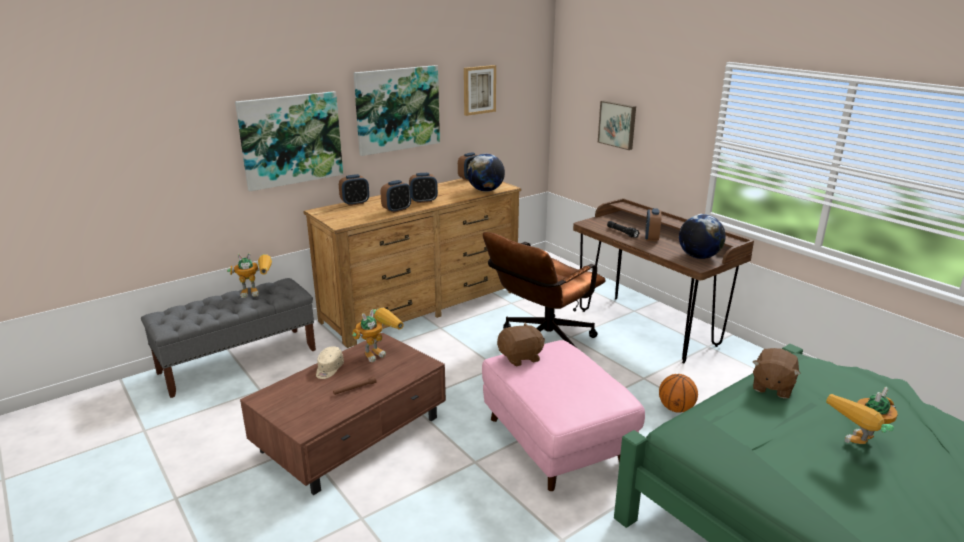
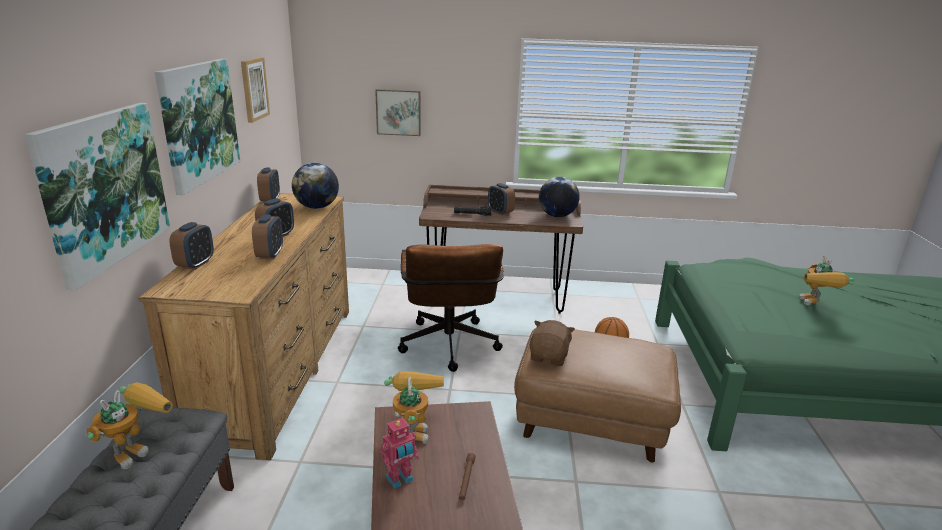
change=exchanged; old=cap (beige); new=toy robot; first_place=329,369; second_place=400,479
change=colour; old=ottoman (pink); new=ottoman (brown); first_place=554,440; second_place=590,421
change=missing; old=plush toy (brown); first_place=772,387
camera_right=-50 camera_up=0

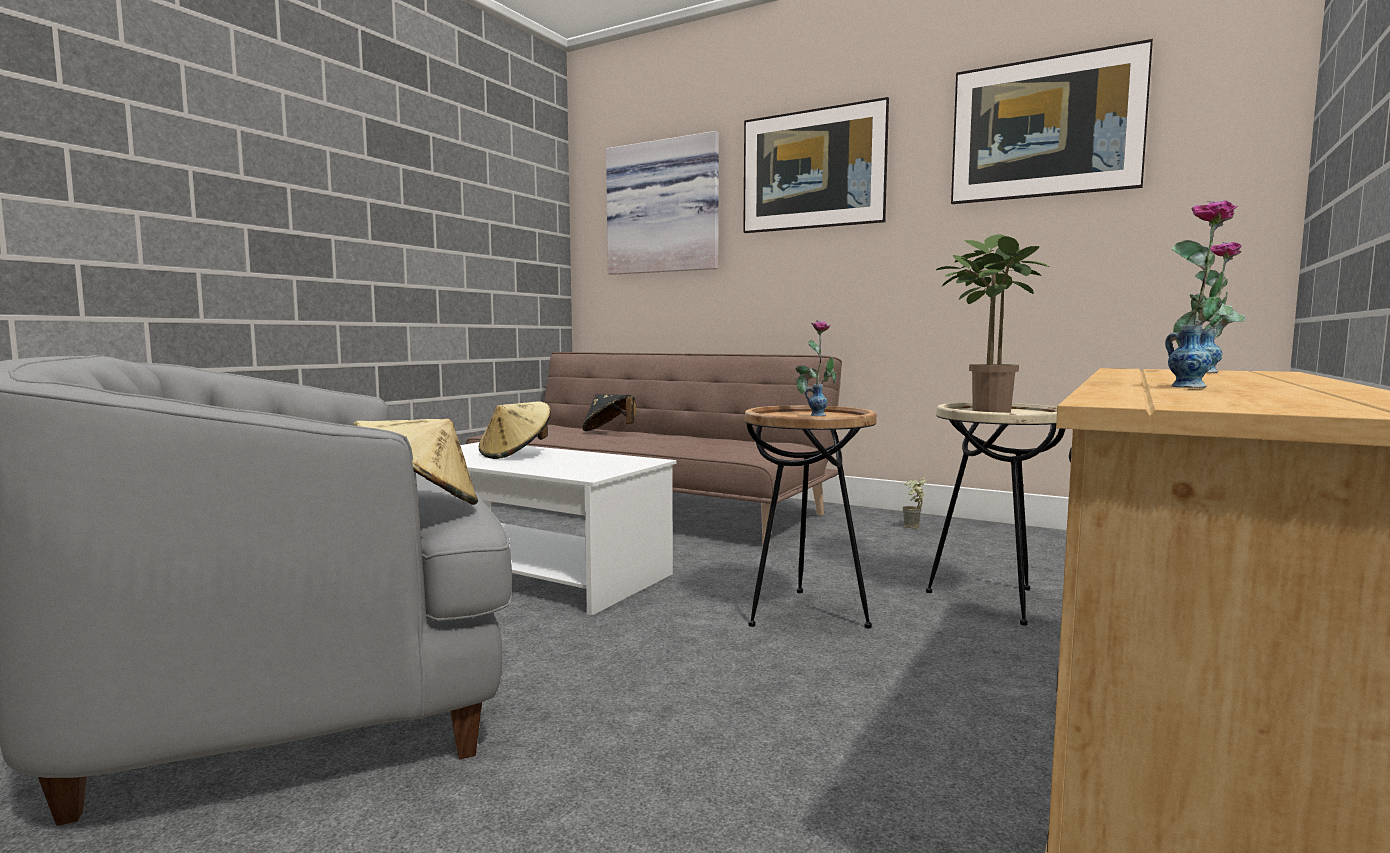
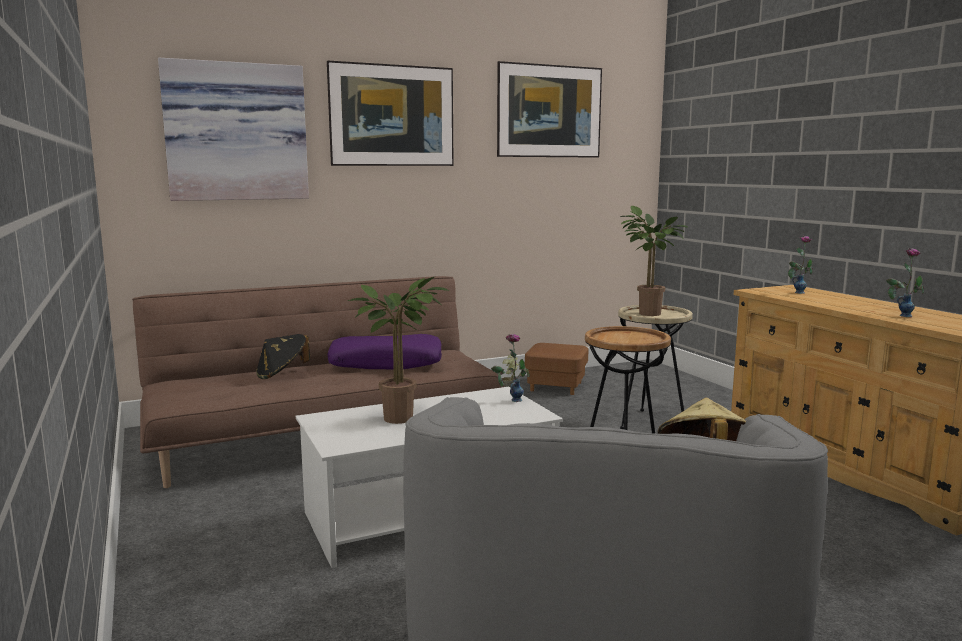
change=appeared; new=pillow (purple); second_place=386,363
change=exchanged; old=hat (beige); new=potted plant; first_place=516,454; second_place=403,417
change=relocated; old=vase; first_place=814,414; second_place=509,399
change=appeared; new=ottoman (brown); second_place=556,387
camera_right=-55 camera_up=5

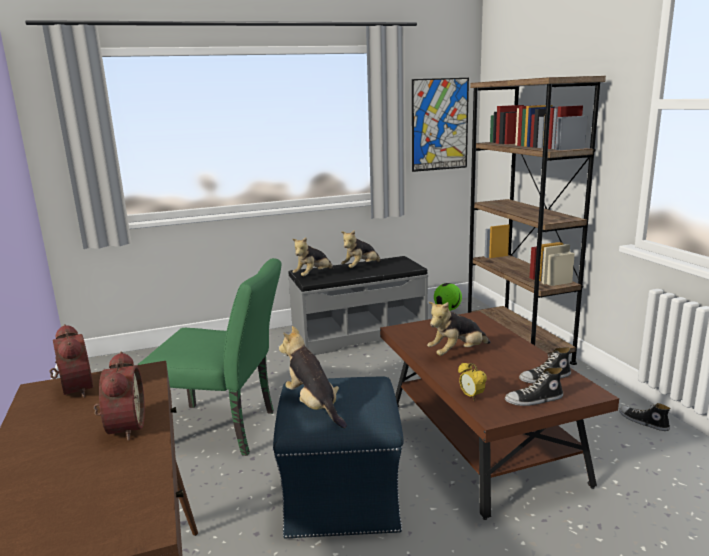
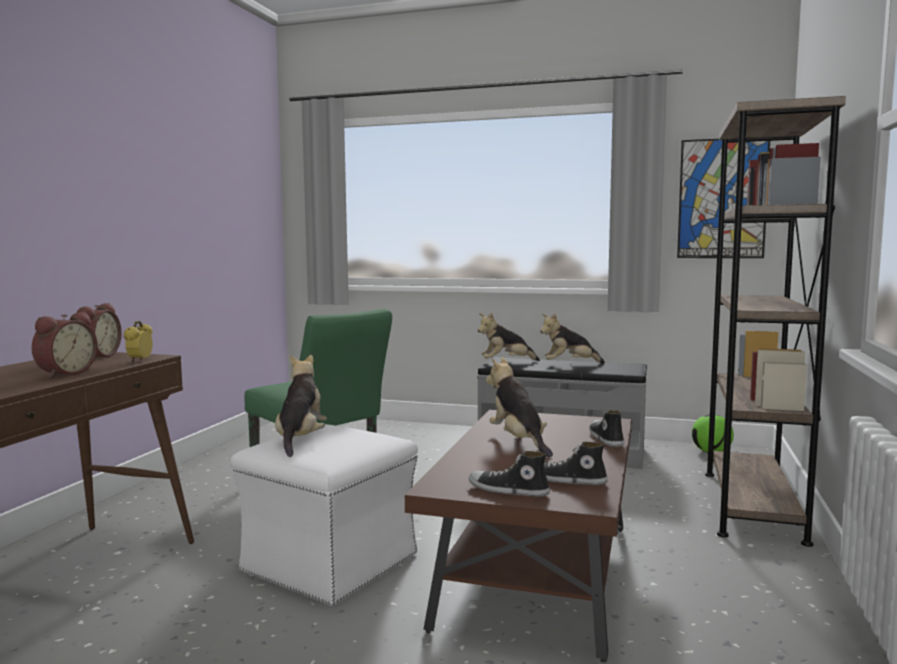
change=relocated; old=alarm clock; first_place=471,396; second_place=140,361
change=colour; old=ottoman (blue); new=ottoman (white); first_place=342,498; second_place=329,564
change=spun; old=plush toy; first_place=457,353; second_place=518,441; degrees=60
change=relocated; old=shoe; first_place=643,422; second_place=605,439
camera_right=35 camera_up=-10

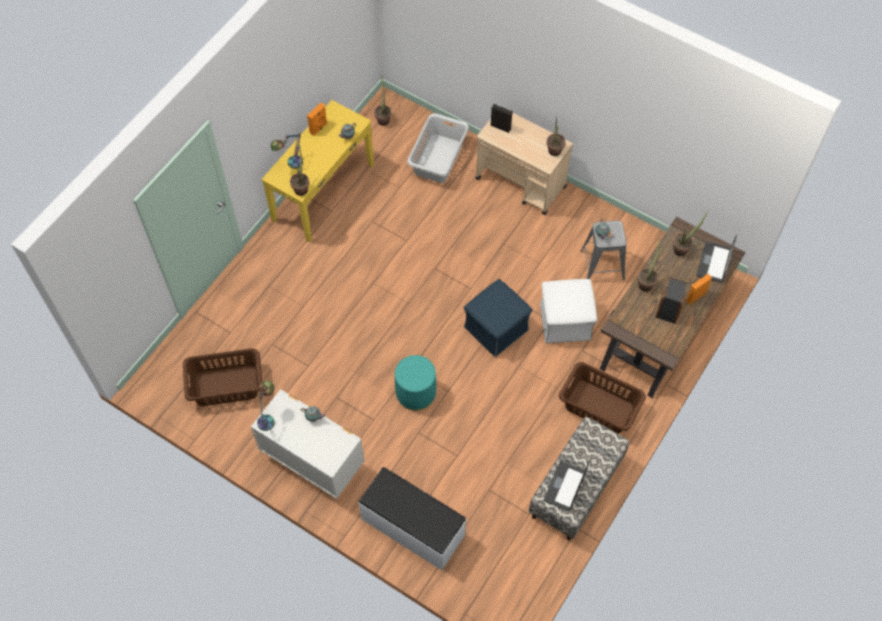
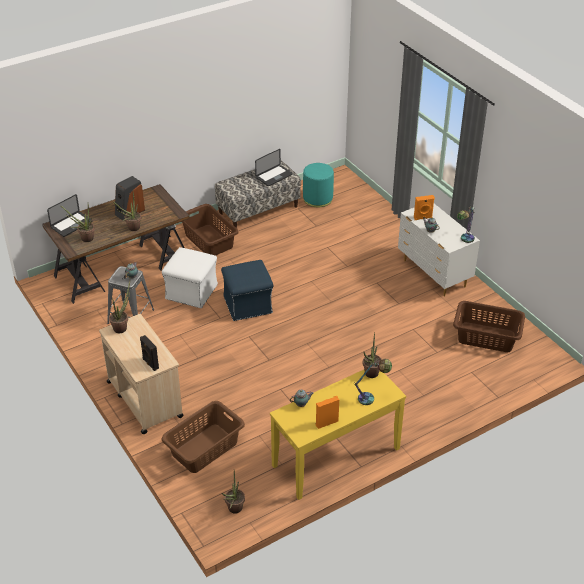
change=colour; old=laundry basket (grey); new=laundry basket (brown); first_place=439,158; second_place=204,448
change=relocated; old=ottoman (turquoise); first_place=416,392; second_place=317,199
change=relocated; old=speaker (orange); first_place=695,296; second_place=423,218
change=missing; old=bench (white); first_place=412,528
camera_right=-155 camera_up=-20

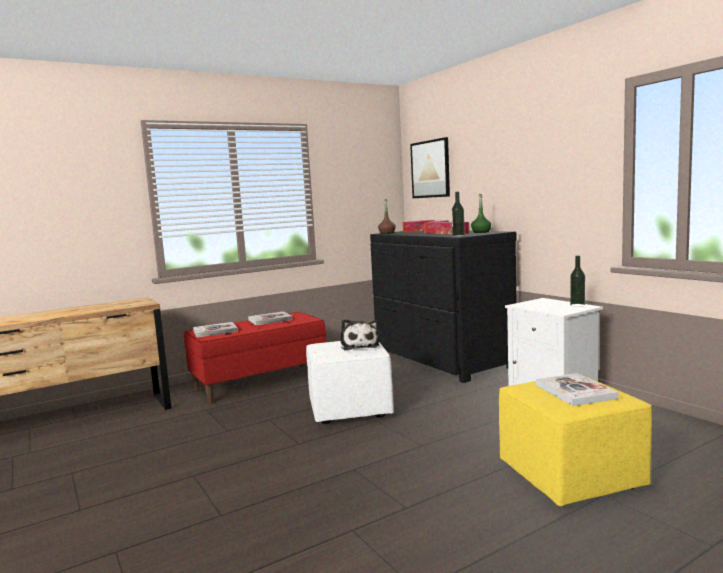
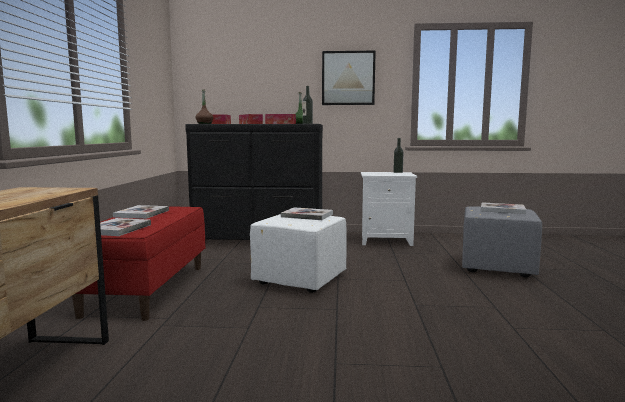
change=exchanged; old=plush toy; new=book; first_place=359,346; second_place=307,215
change=relocated; old=picture; first_place=430,169; second_place=348,78
change=colour; old=ottoman (yellow); new=ottoman (grey); first_place=572,478; second_place=497,267
camera_right=-55 camera_up=0

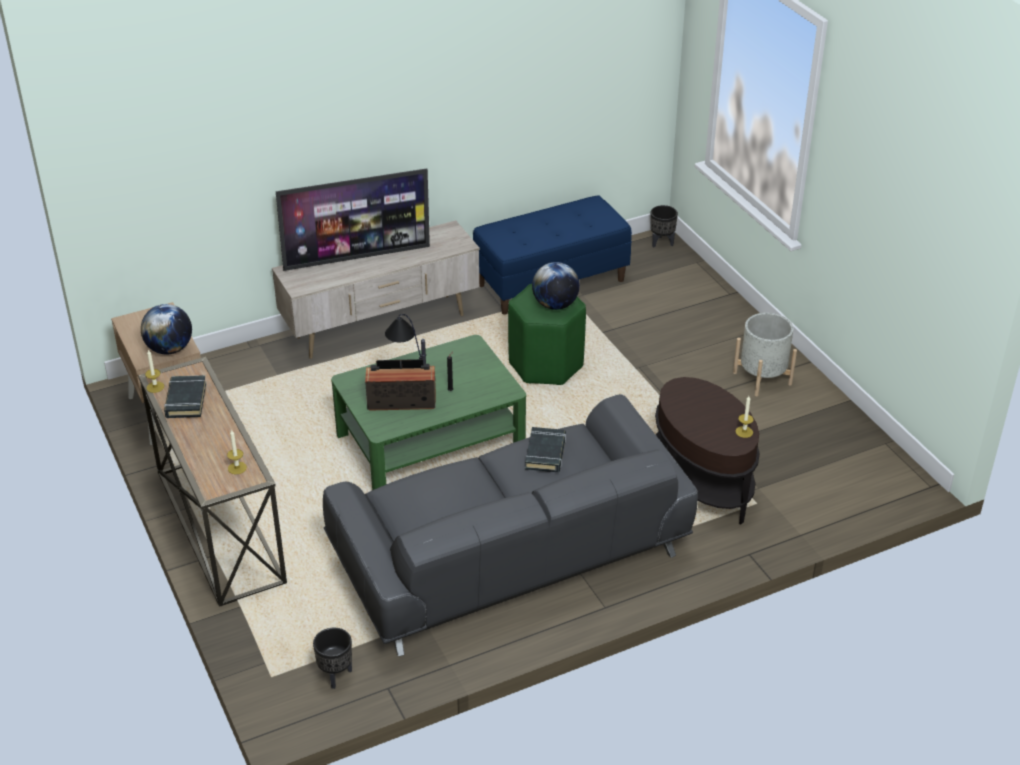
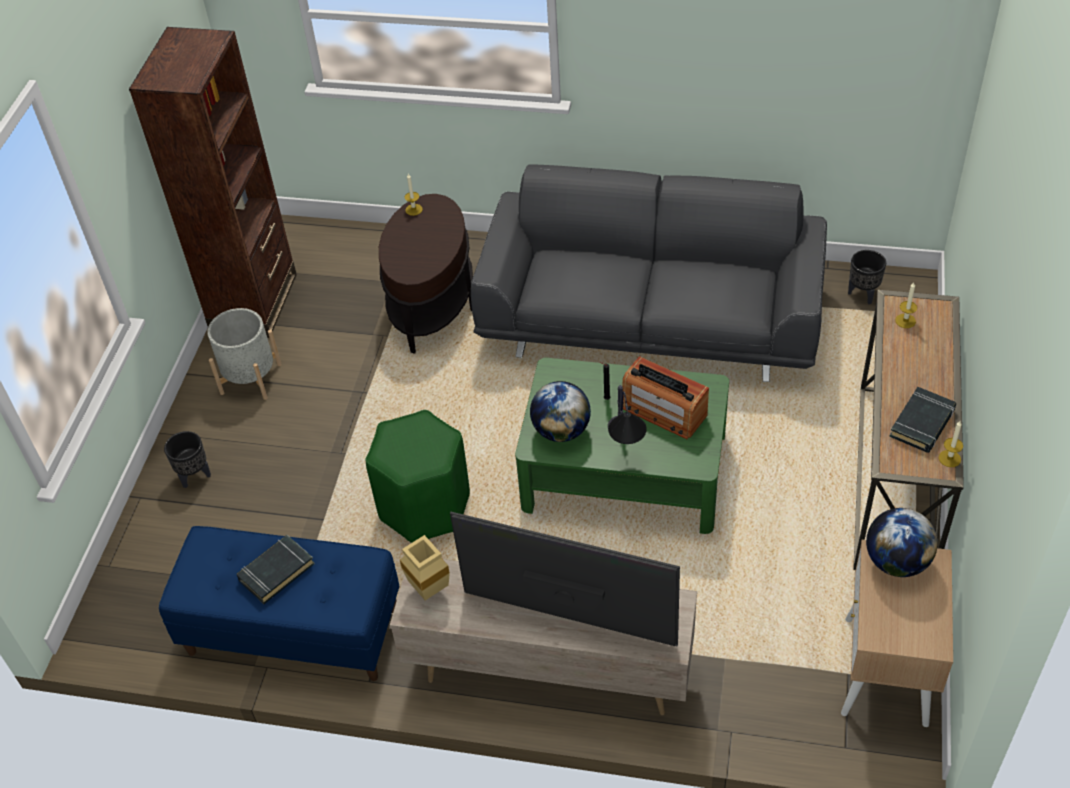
change=appeared; new=bookcase (brown); second_place=254,302
change=relocated; old=planter (black); first_place=661,242; second_place=194,476
change=relocated; old=book (black); first_place=545,453; second_place=276,572
change=appeared; new=vase (beige); second_place=431,590
change=relocated; old=globe; first_place=555,305; second_place=561,431
camera_right=-140 camera_up=10

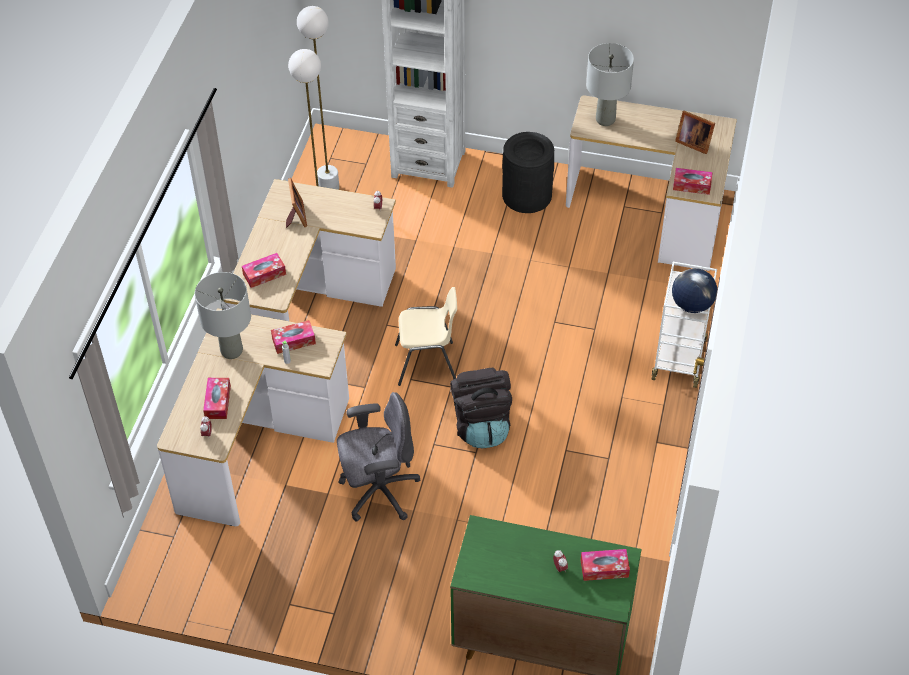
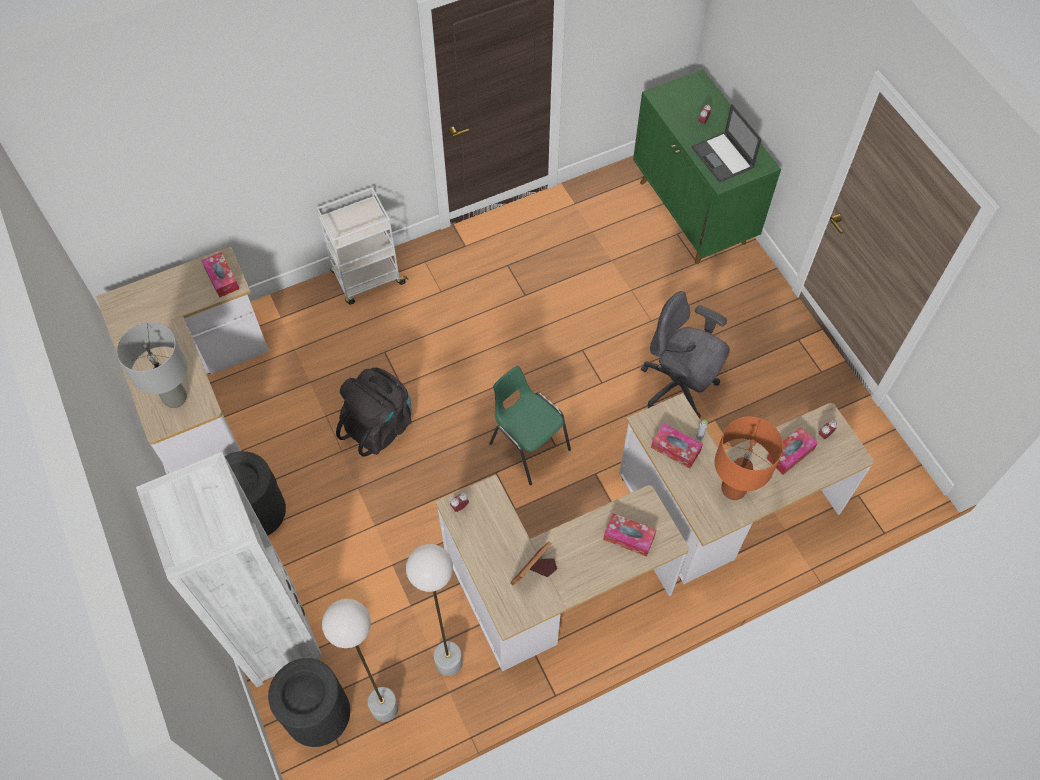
change=appeared; new=trash can (black); second_place=317,713
change=relocated; old=backpack (black); first_place=481,425; second_place=380,425
change=colour; old=chair (beige); new=chair (green); first_place=427,363; second_place=528,445
change=appeared; new=laptop; second_place=723,158
change=colour; old=table lamp (grey); new=table lamp (orange); first_place=231,350; second_place=733,489
change=missing; old=tissue box; first_place=604,568
change=missing; old=globe; first_place=691,305
change=missing; old=picture frame; first_place=693,142
camera_right=-130 camera_up=10

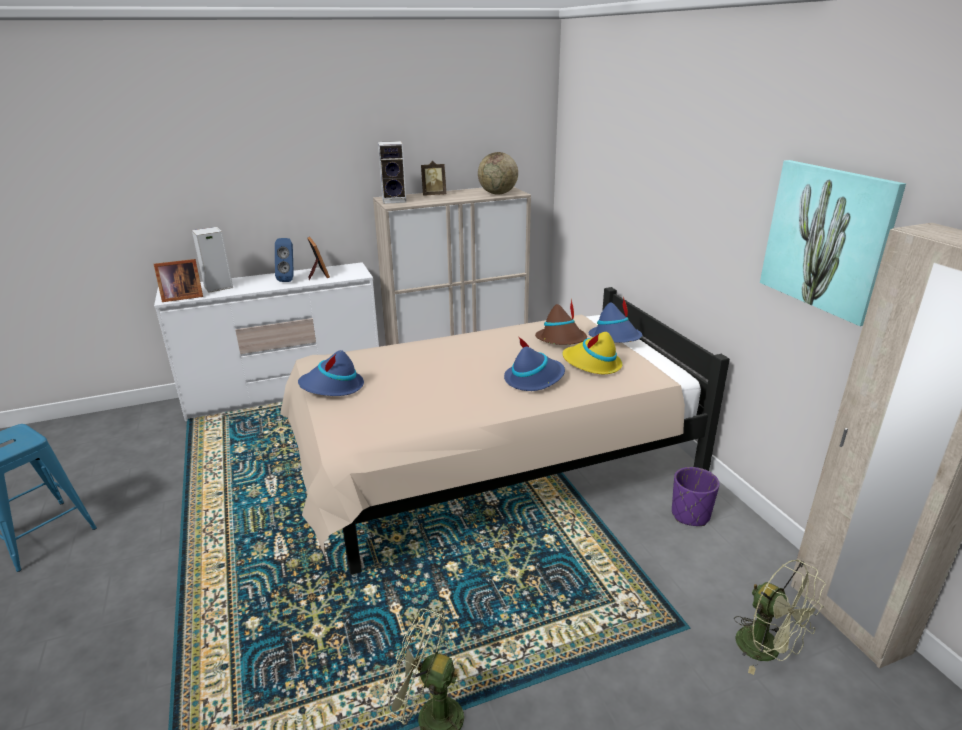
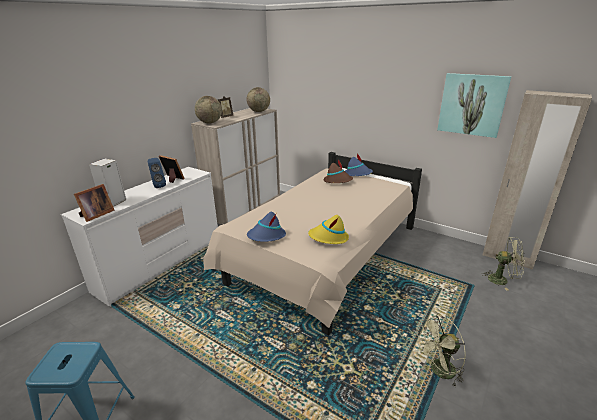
change=exchanged; old=speaker; new=globe; first_place=395,200; second_place=210,123
change=relocated; old=hat (yellow); first_place=591,364; second_place=328,238
change=missing; old=hat (blue); first_place=534,379
change=missing; old=planter (purple); first_place=690,515
camera_right=-35 camera_up=0

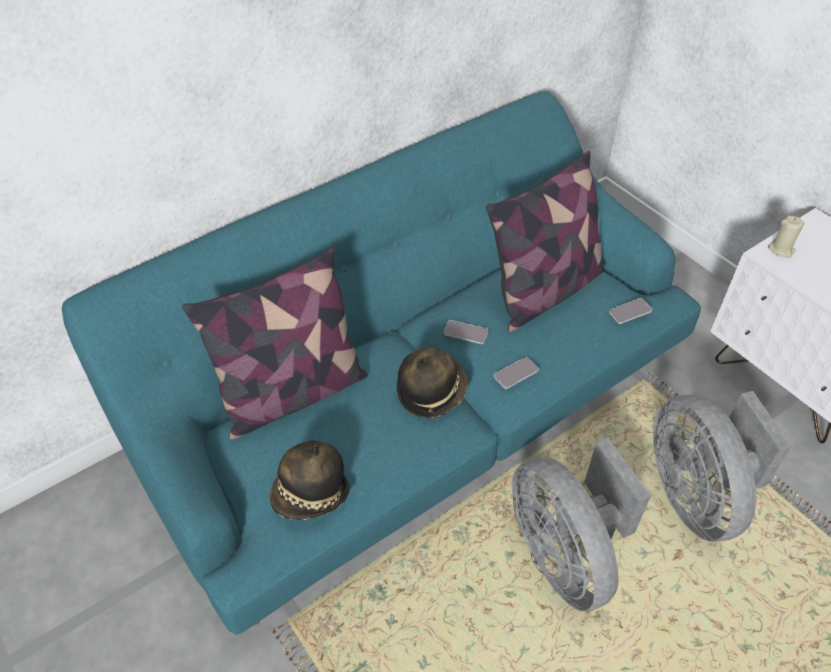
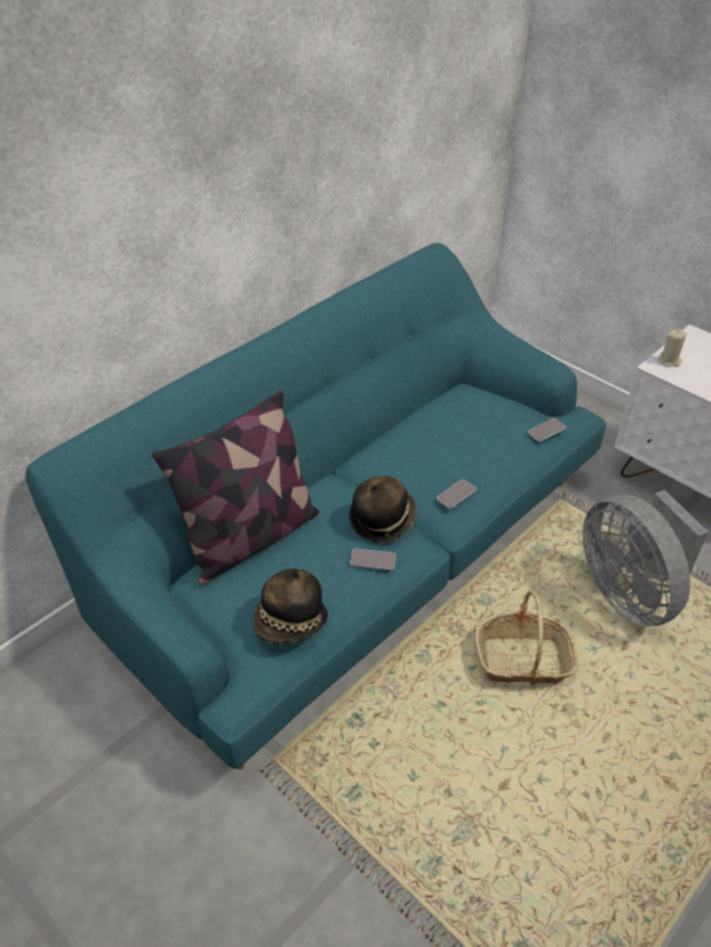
change=relocated; old=phone; first_place=465,333; second_place=373,560
change=exchanged; old=fan (grey); new=basket; first_place=565,554; second_place=523,660
change=missing; old=pillow; first_place=544,291
camera_right=-10 camera_up=-5

